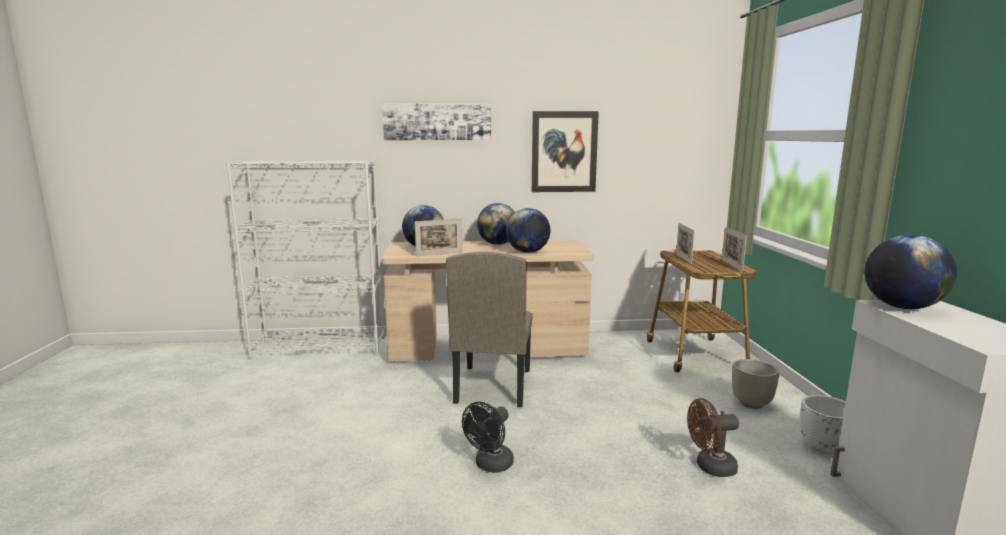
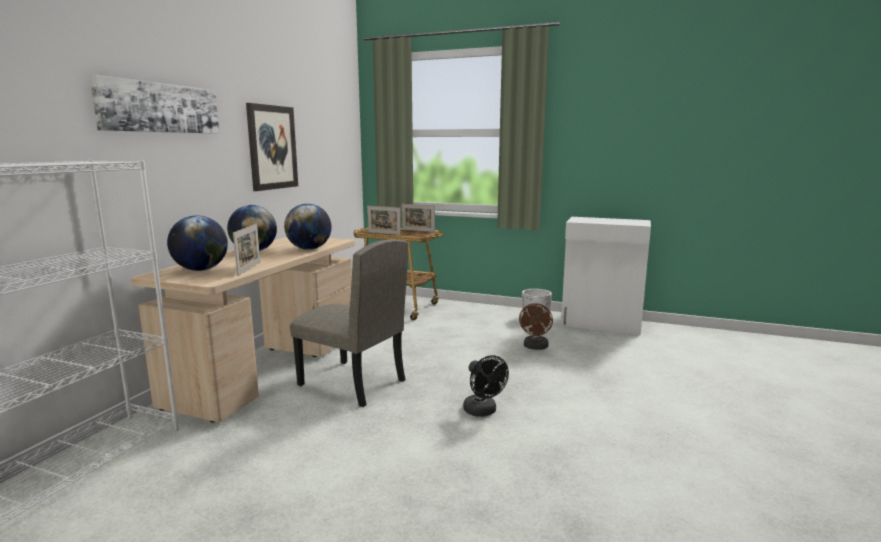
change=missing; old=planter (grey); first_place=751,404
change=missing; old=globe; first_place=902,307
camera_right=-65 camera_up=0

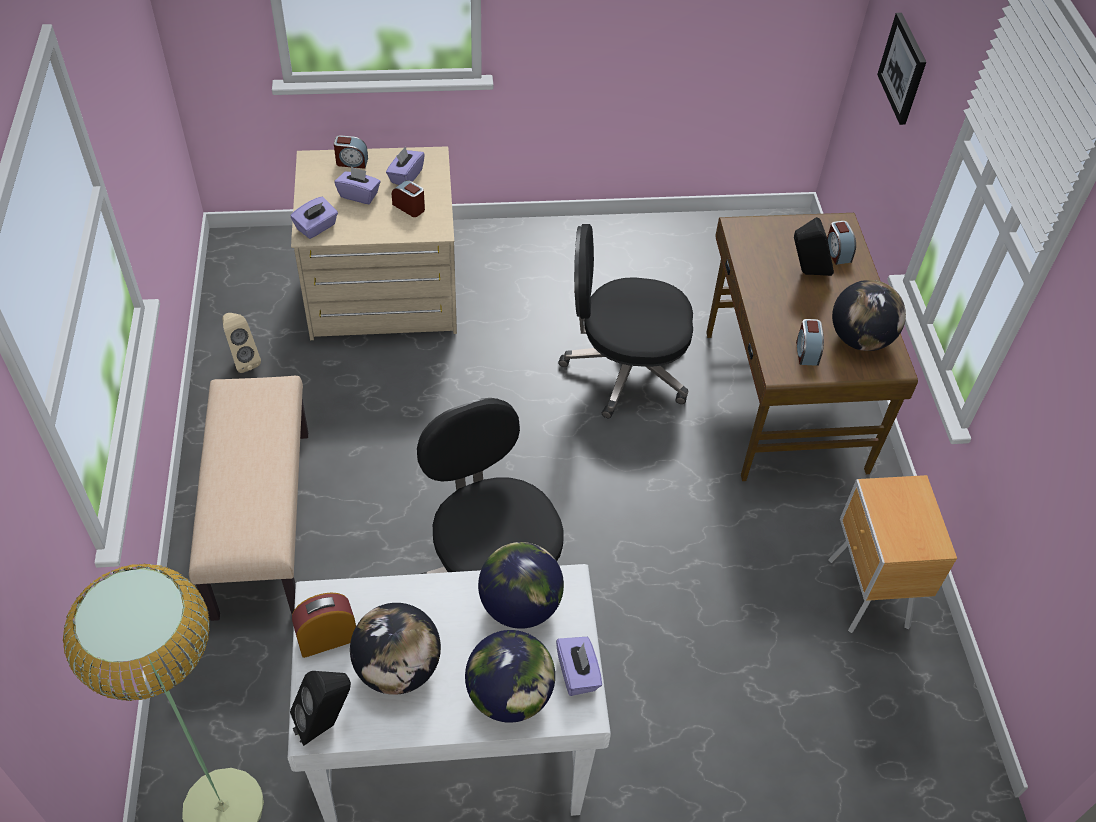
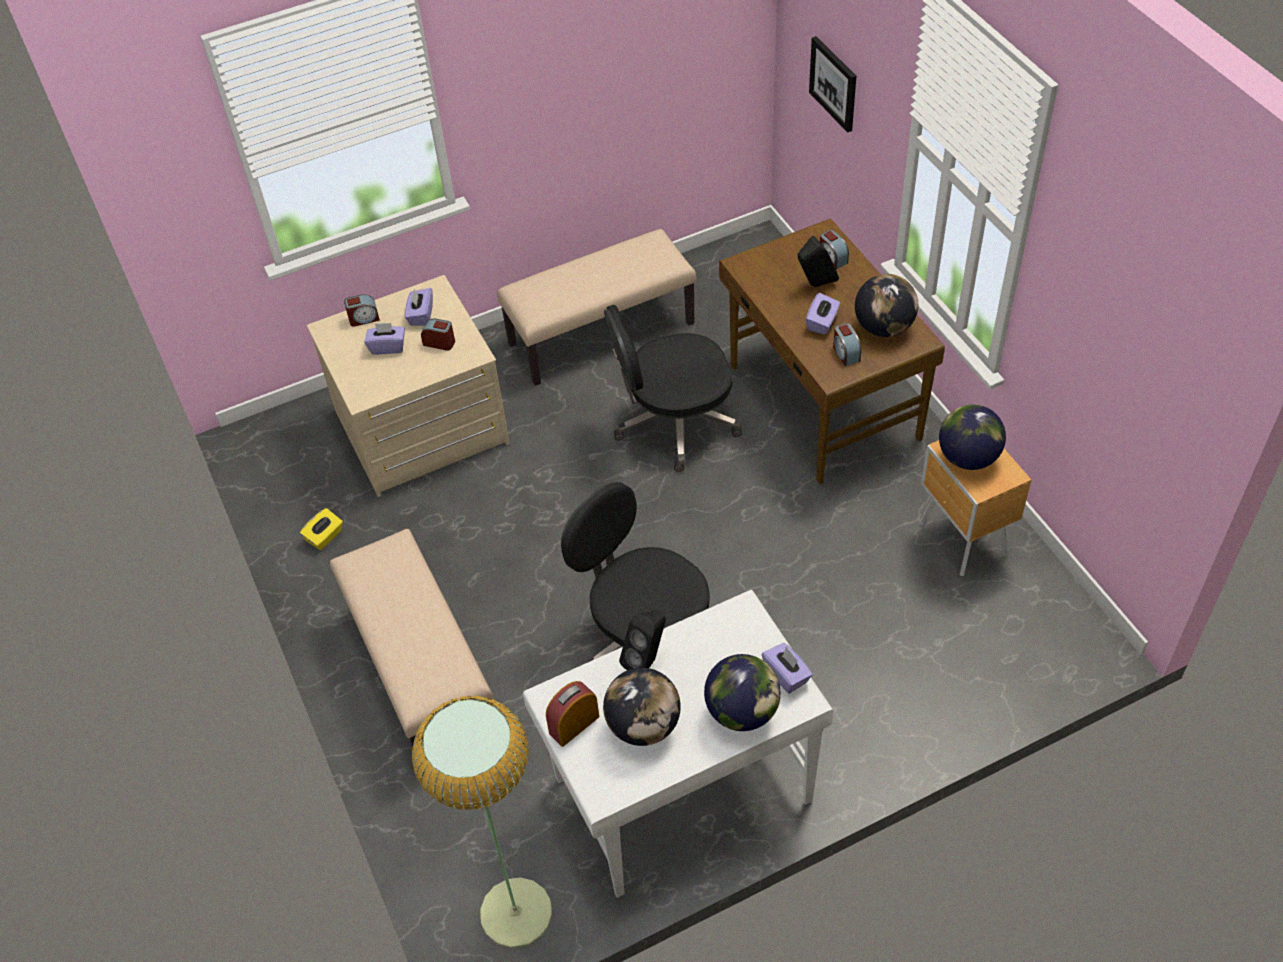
change=exchanged; old=speaker (beige); new=tissue box (yellow); first_place=243,360; second_place=325,537
change=appeared; new=bench (beige); second_place=601,333
change=relocated; old=speaker (black); first_place=326,723; second_place=647,661
change=relocated; old=tissue box (purple); first_place=316,227; second_place=822,323
change=relocated; old=globe; first_place=520,606; second_place=968,458
camera_right=-15 camera_up=0

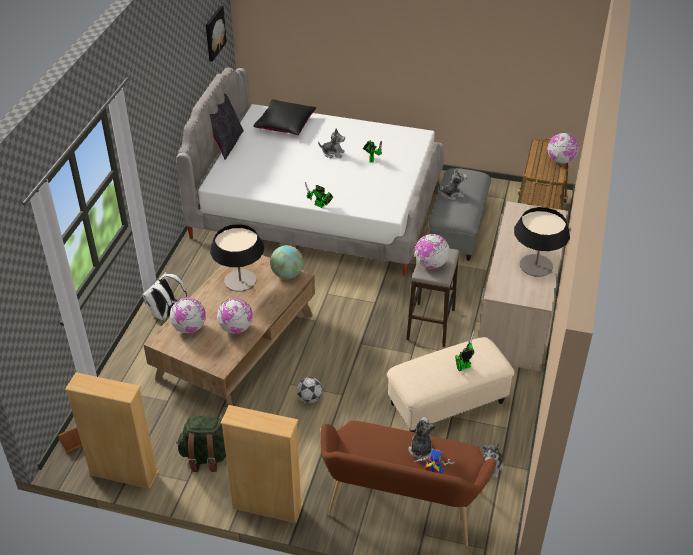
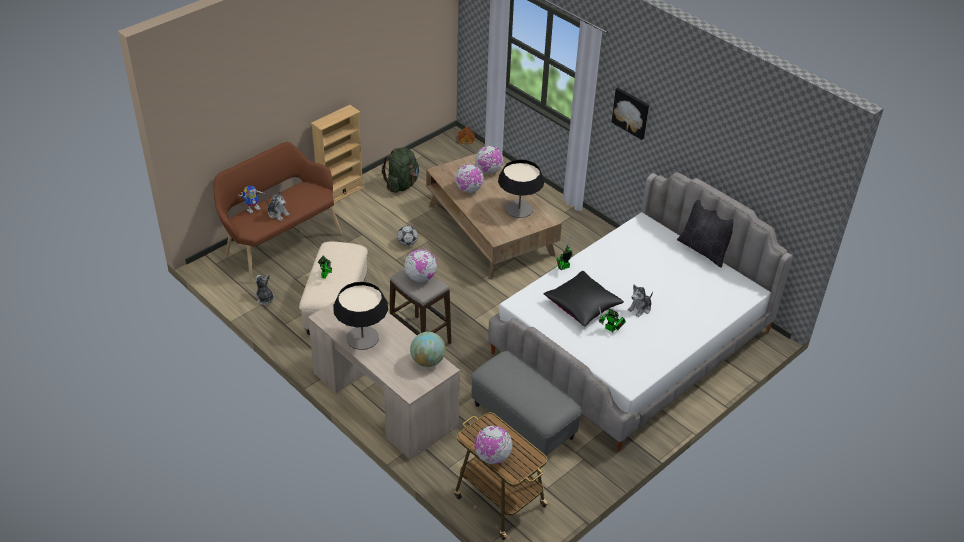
change=relocated; old=globe; first_place=287,274; second_place=427,361
change=relocated; old=pillow (black); first_place=285,124; second_place=582,305
change=relocated; old=picture; first_place=214,33; second_place=631,112
change=missing; old=bookcase (beige); first_place=124,473
change=missing; old=backpack (white); first_place=166,314
change=missing; old=plush toy; first_place=452,194
camera_right=120 camera_up=0

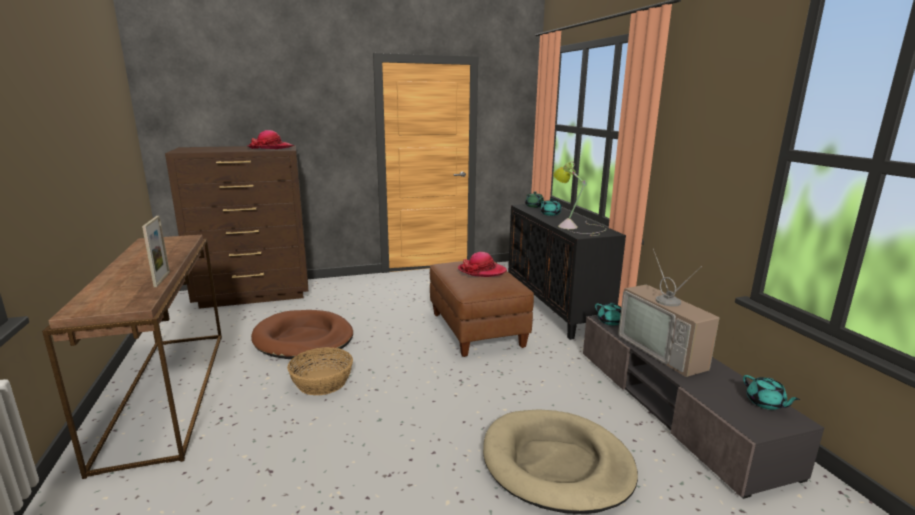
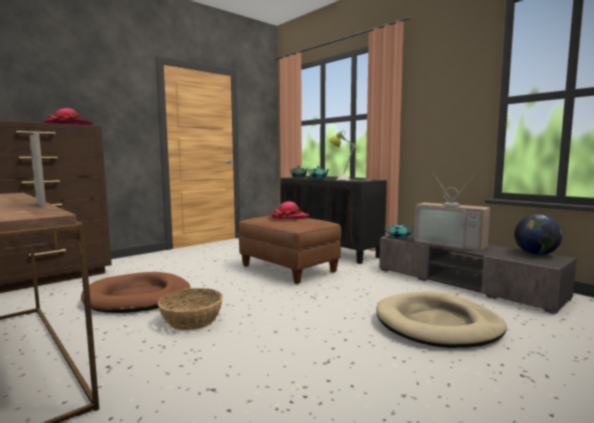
change=exchanged; old=teapot (turquoise); new=globe; first_place=765,403; second_place=536,254
camera_right=-25 camera_up=-10

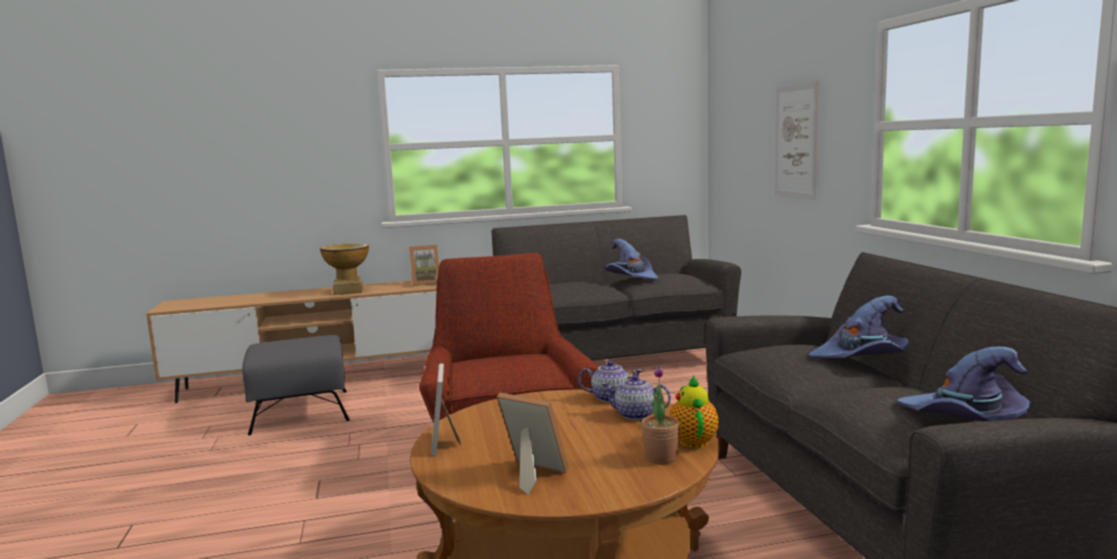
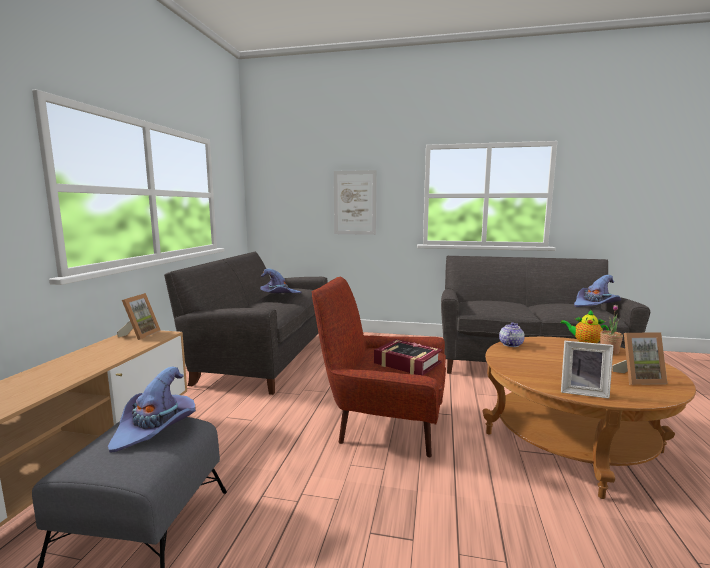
change=relocated; old=hat (purple); first_place=861,357; second_place=156,428
change=appeared; new=book; second_place=407,363
change=spun; old=picture frame; first_place=530,475; second_place=638,379; degrees=-150
change=missing; old=vase; first_place=348,291
change=missing; old=teapot; first_place=636,415
camera_right=-65 camera_up=0

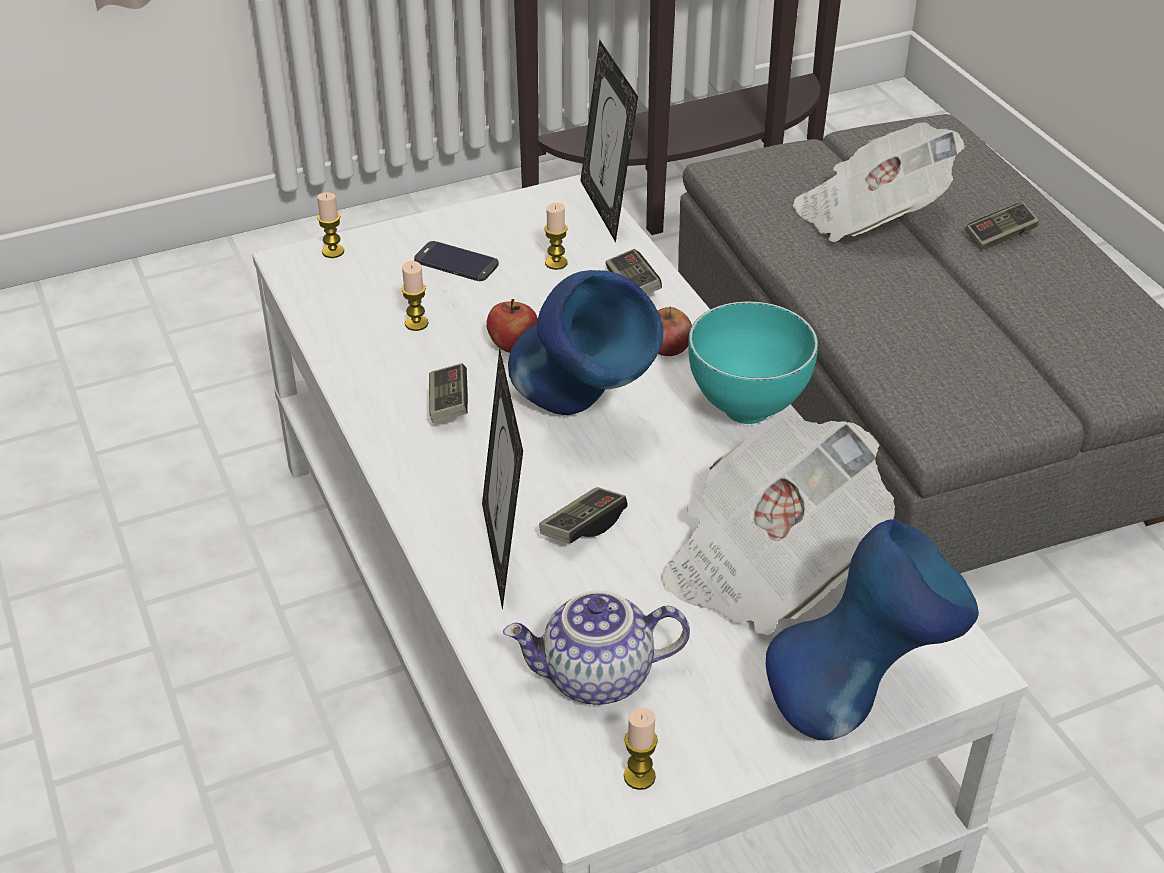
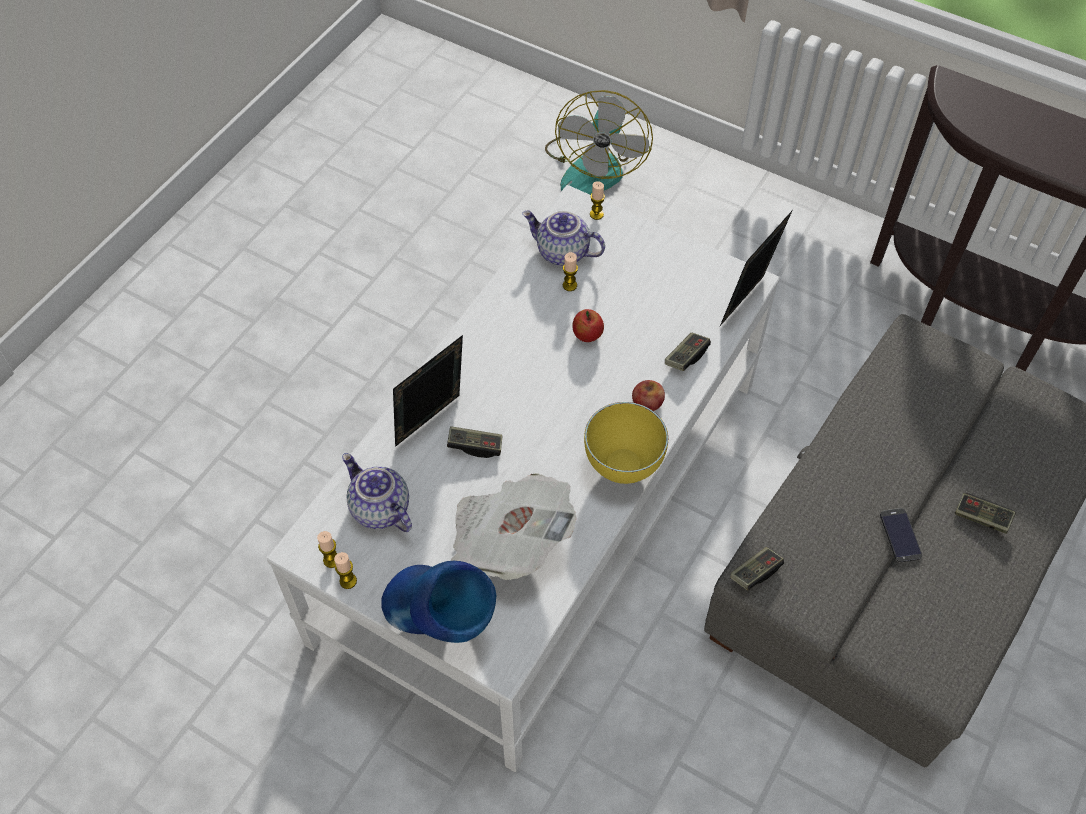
change=relocated; old=candle; first_place=556,263; second_place=348,581
change=appeared; new=teapot; second_place=561,253
change=appeared; new=fan; second_place=594,165
change=colour; old=bowl (turquoise); new=bowl (yellow); first_place=743,411; second_place=621,466
change=relocated; old=game controller; first_place=448,404; second_place=755,572
change=relocated; old=phone; first_place=456,262; second_place=900,535
change=missing; old=vase (blue); first_place=582,418
change=missing; old=newspaper; first_place=870,216
camera_right=55 camera_up=15

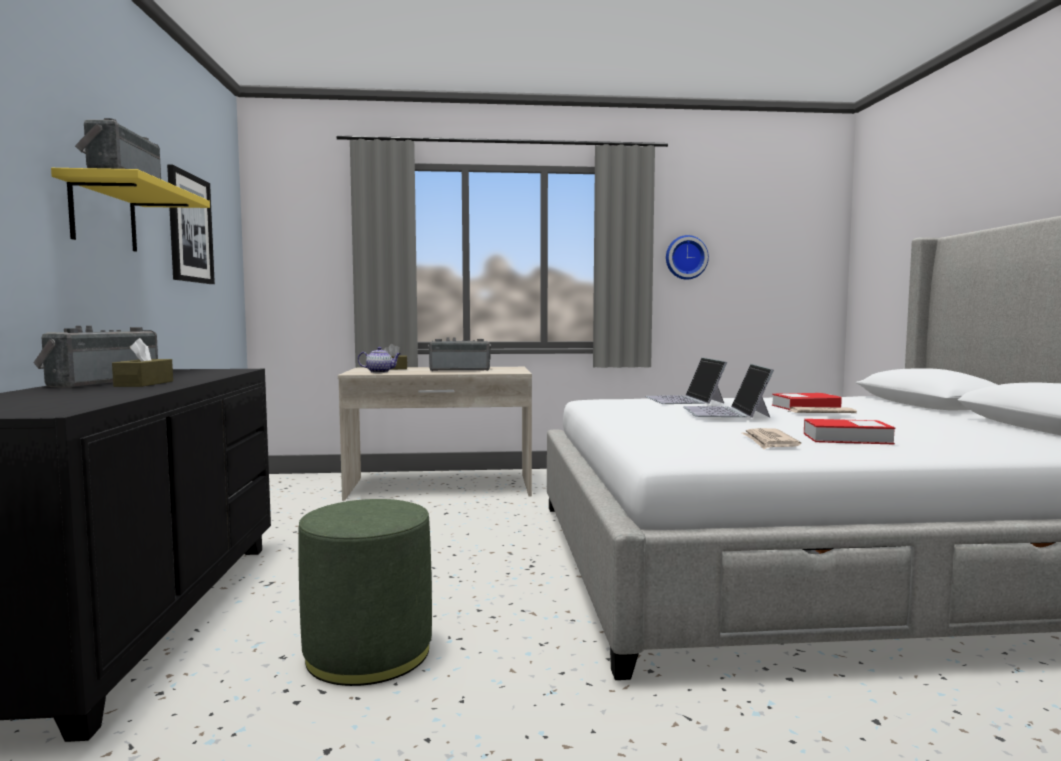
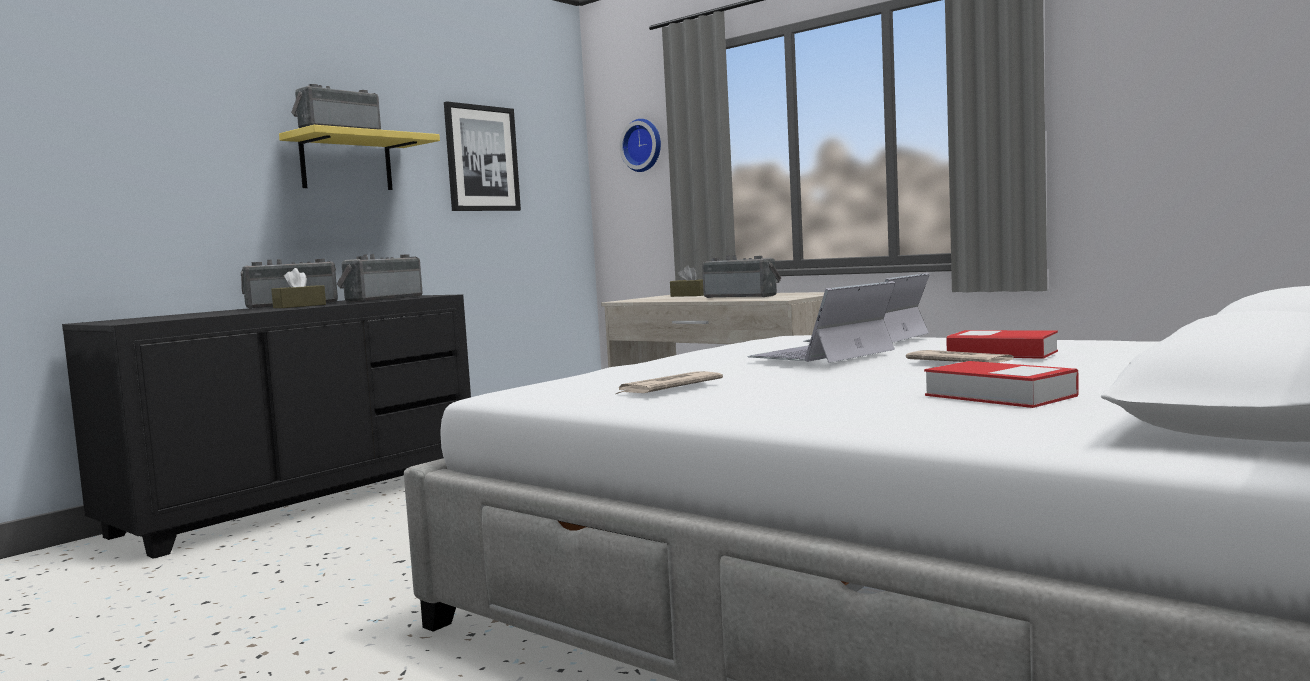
change=appeared; new=radio; second_place=381,299
change=relocated; old=wall clock; first_place=685,257; second_place=643,145
change=relocated; old=book; first_place=847,439; second_place=999,396
change=missing; old=ottoman (green); first_place=368,652
change=missing; old=teapot; first_place=380,372
camera_right=45 camera_up=0

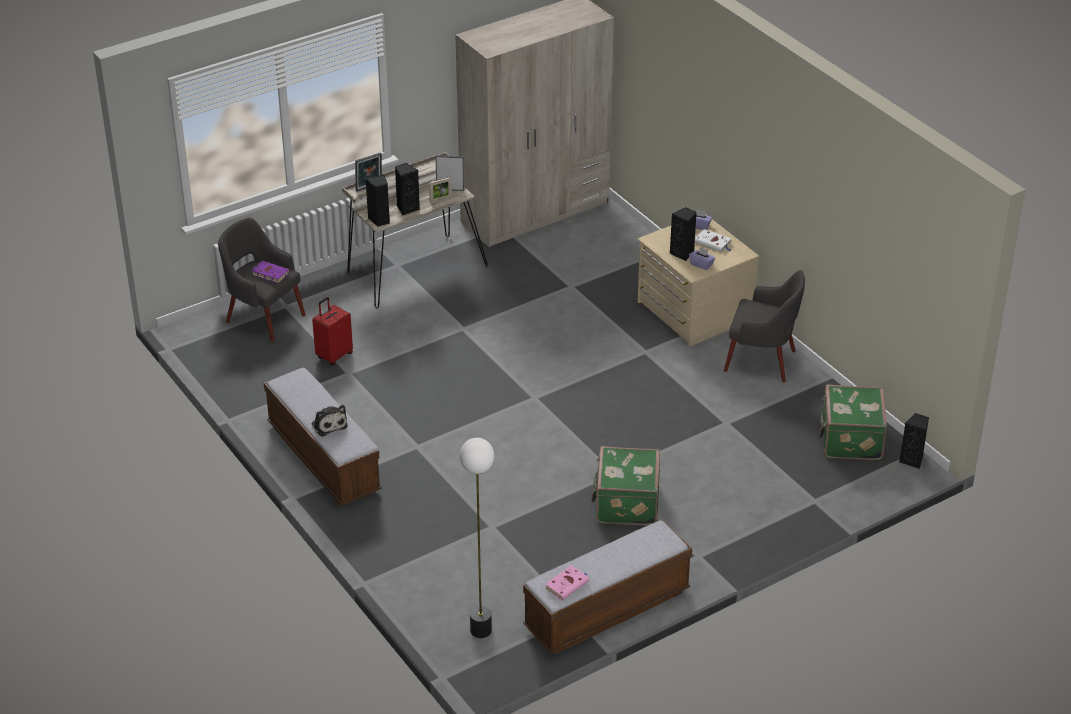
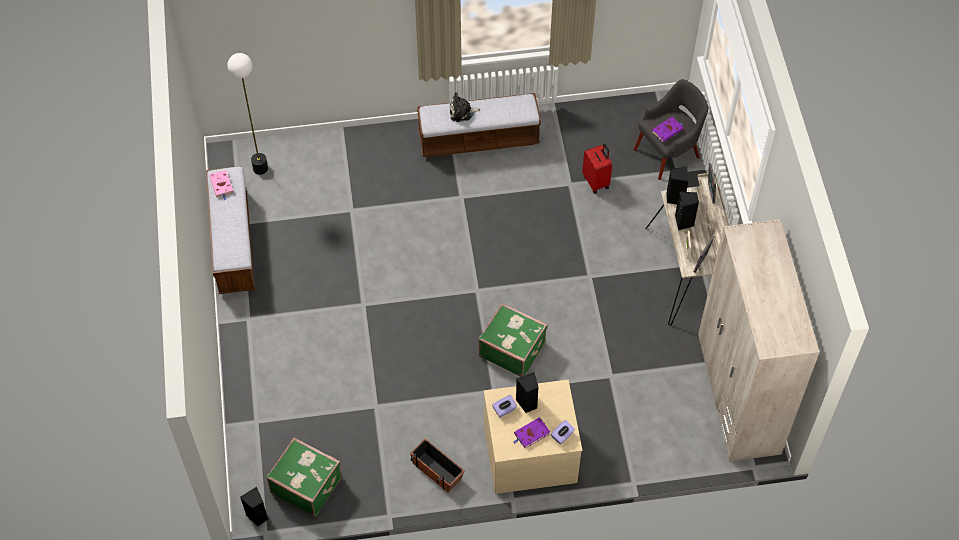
change=exchanged; old=armchair (grey); new=planter; first_place=761,361; second_place=437,471
change=relocated; old=suitcase (green); first_place=625,503; second_place=512,348
change=colour; old=book (white); new=book (purple); first_place=713,243; second_place=531,434
camera_right=115 camera_up=20

